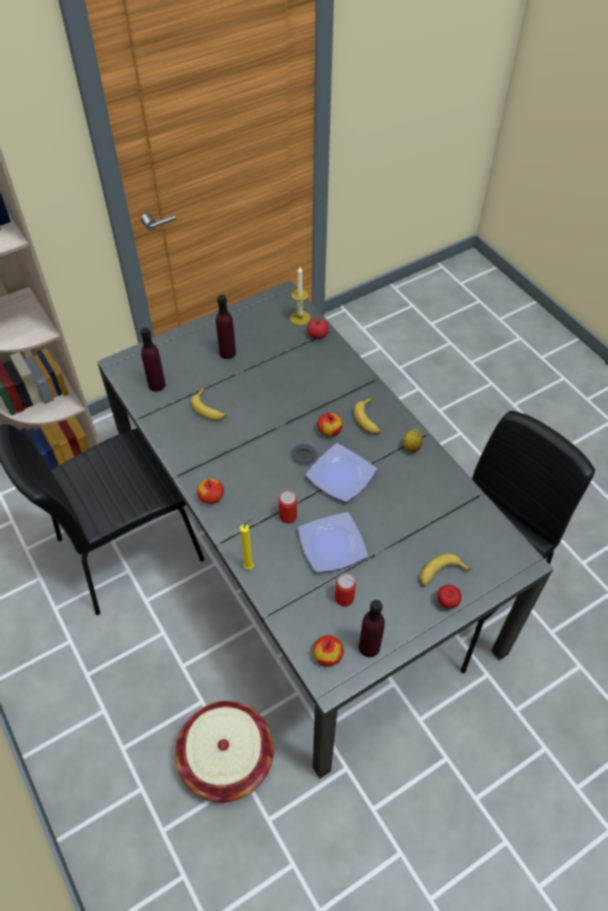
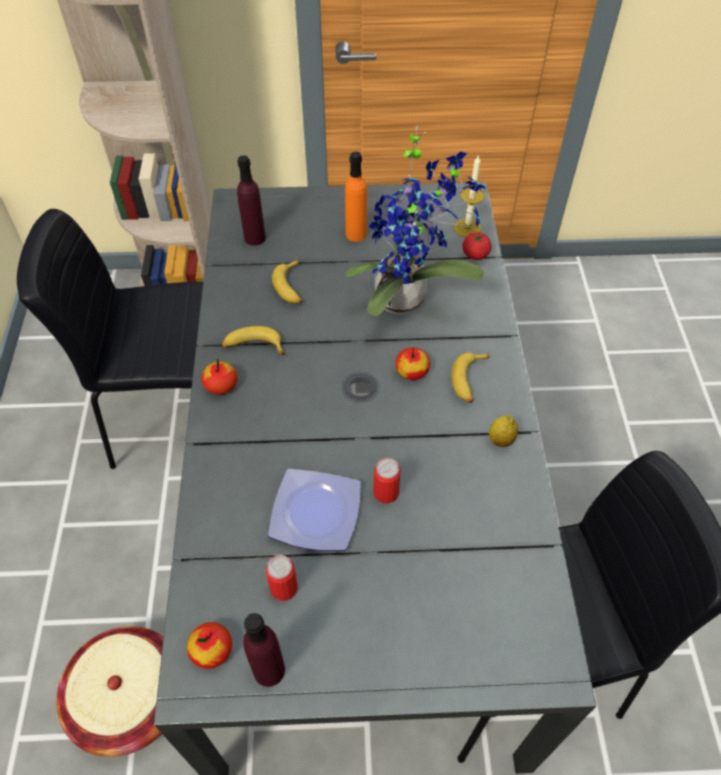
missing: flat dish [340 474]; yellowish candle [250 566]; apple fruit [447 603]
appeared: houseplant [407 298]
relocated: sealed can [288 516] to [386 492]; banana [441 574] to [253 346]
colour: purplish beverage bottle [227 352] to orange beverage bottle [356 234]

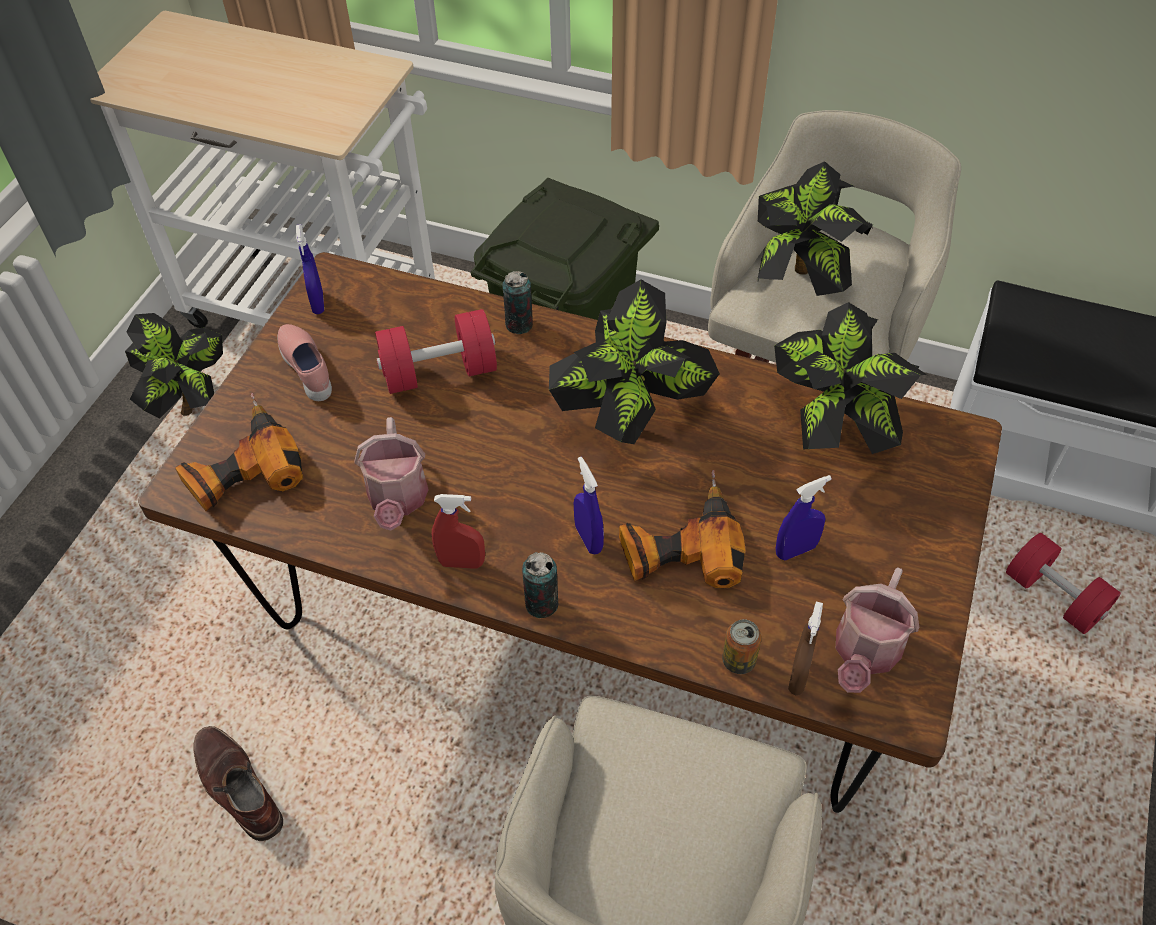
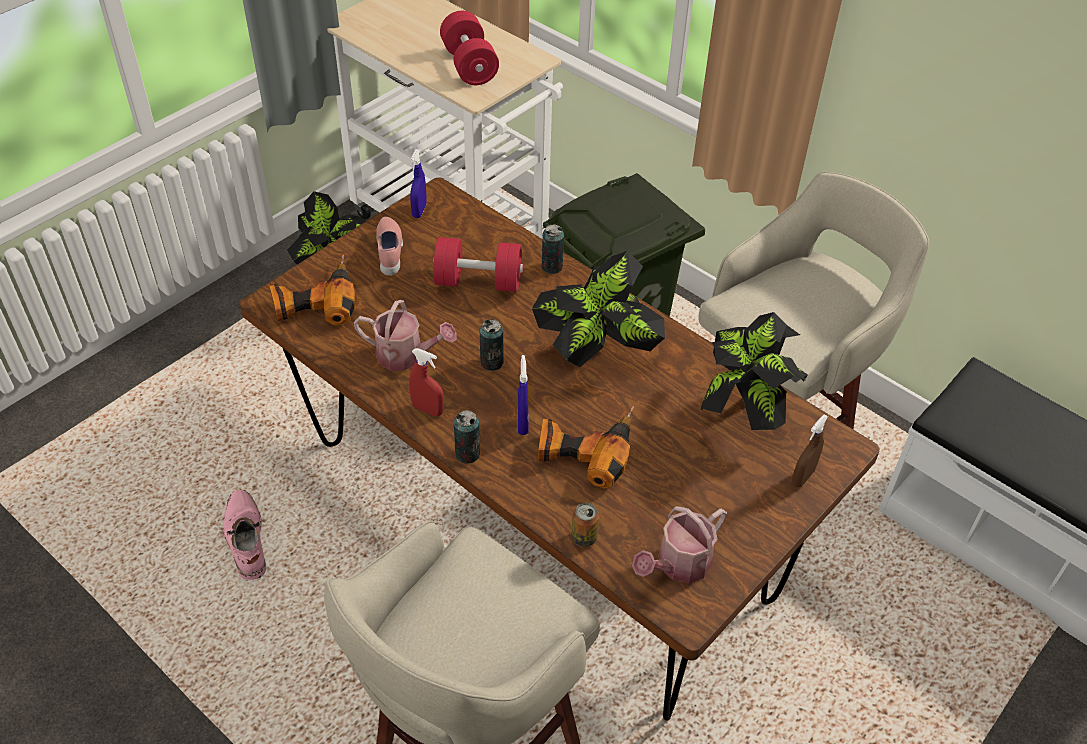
missing: houseplant [798 281]; bluish hand sprayer [796 550]
appeared: sealed can [491 362]
relocated: reddish dumbbell [1053 596] to [469 65]; brown hand sprayer [798 676] to [803 477]
colour: brown tall boot [237 787] to pinkish tall boot [245 539]
spun: watering pot [398 500] = [406 356] 90 degrees counterclockwise

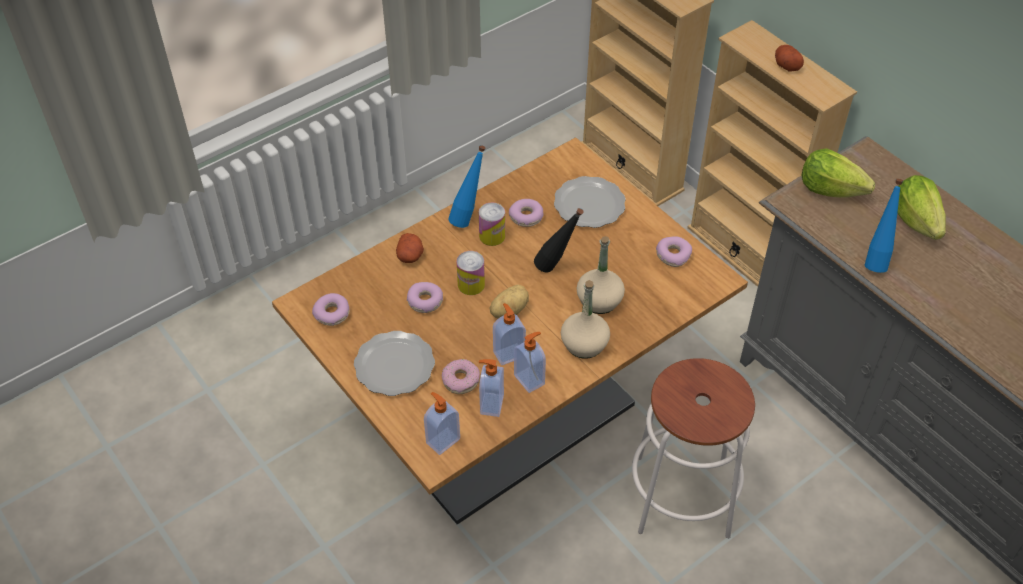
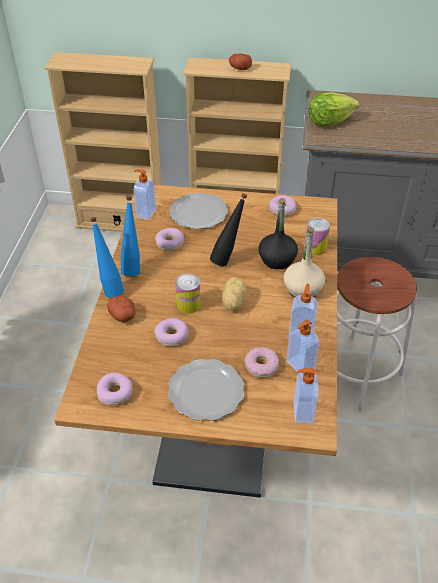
missing: lettuce [916 221]
relocated: bluish beverage bottle [875 260] to [110 288]; sealed can [492 236] to [315 247]; liquid soap bottle [508 353] to [145 213]
colour: sand-coloured beverage bottle [599 301] to black beverage bottle [277 260]

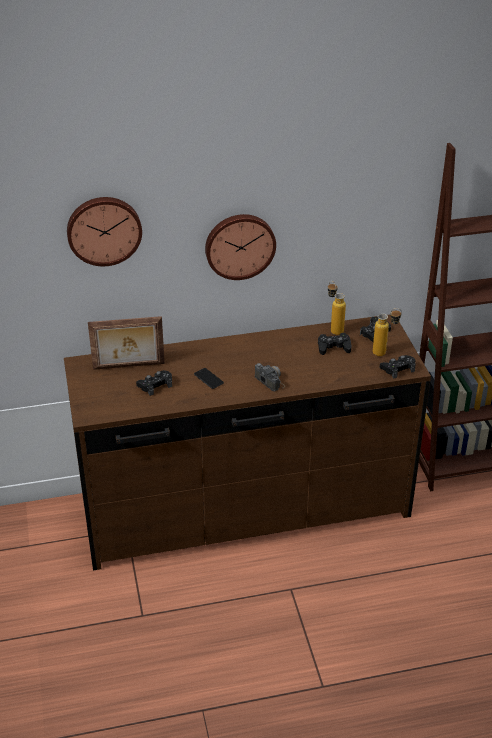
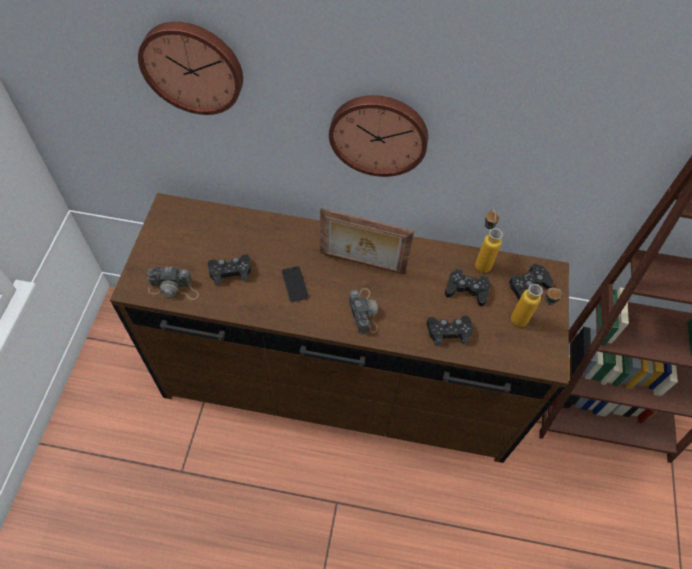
appeared: still camera [174 288]
relocated: standing frame [129 367] to [362 264]; black joypad [398 369] to [448 332]

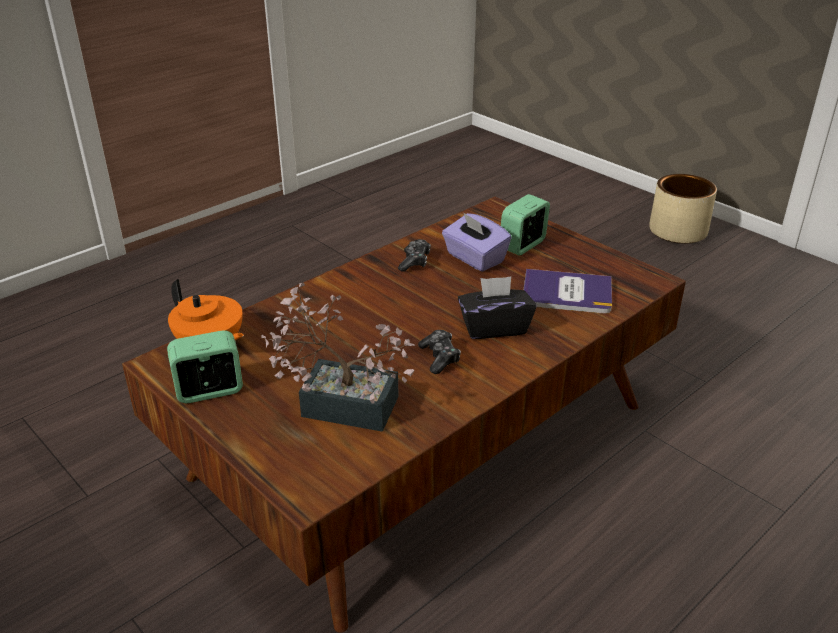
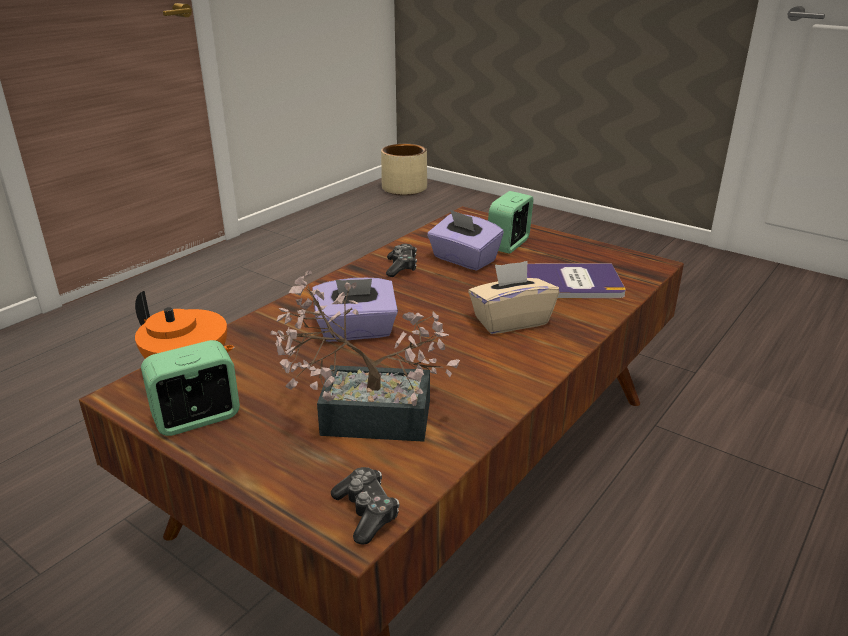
appeared: purplish box of tissues [356 331]
relocated: sand-coloured flower pot [677 231] to [404 189]; joypad [440 357] to [366 512]
colour: black box of tissues [494 327] to sand-coloured box of tissues [510 321]

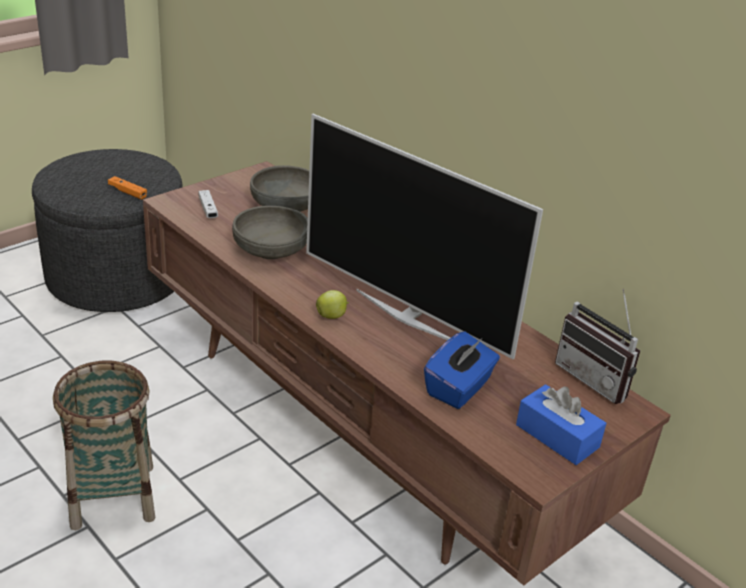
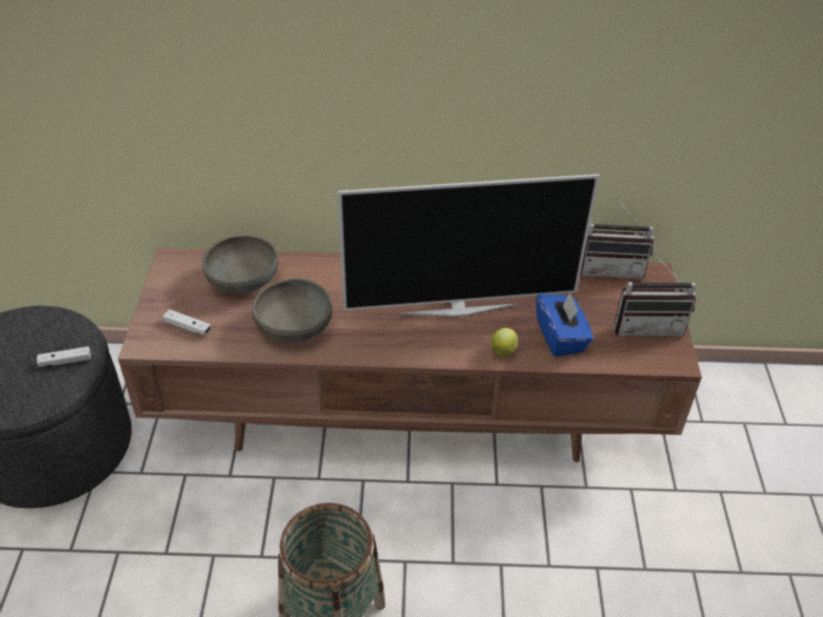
relocated: apple fruit [332 316] to [503 350]
exchanged: bluish box of tissues [557 436] to radio [647 325]
colour: orange joypad [127 192] to white-coloured joypad [65 361]

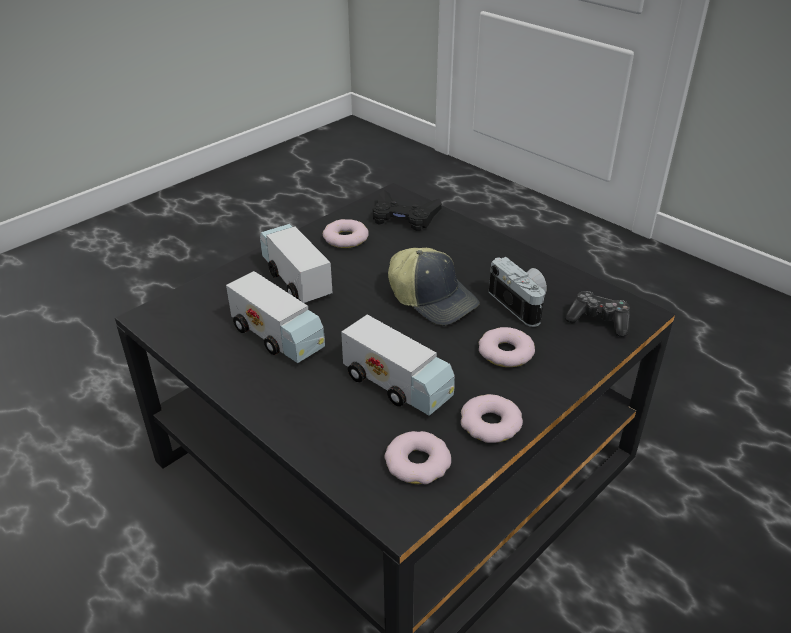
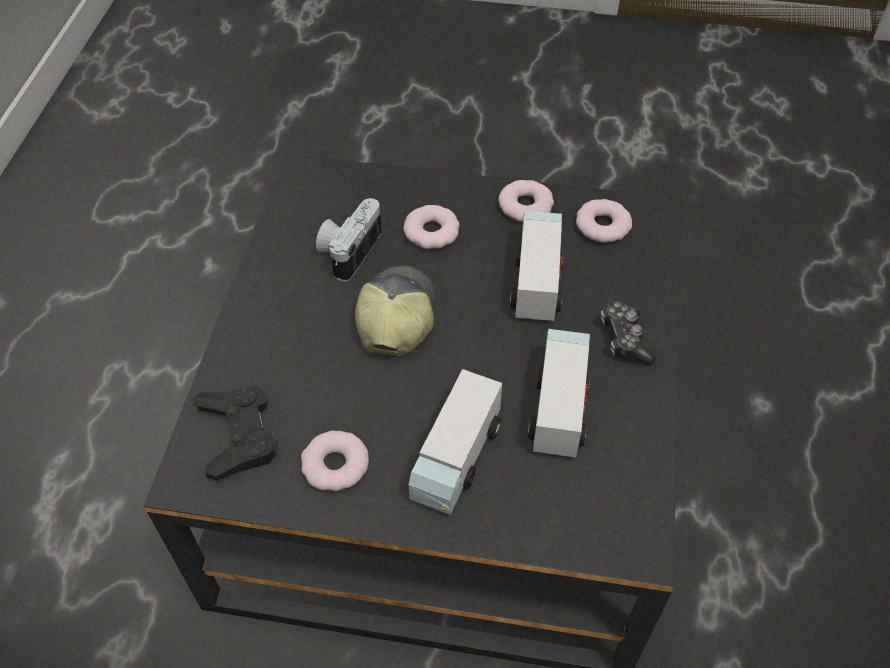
relocated: joypad [598 321] to [625 339]

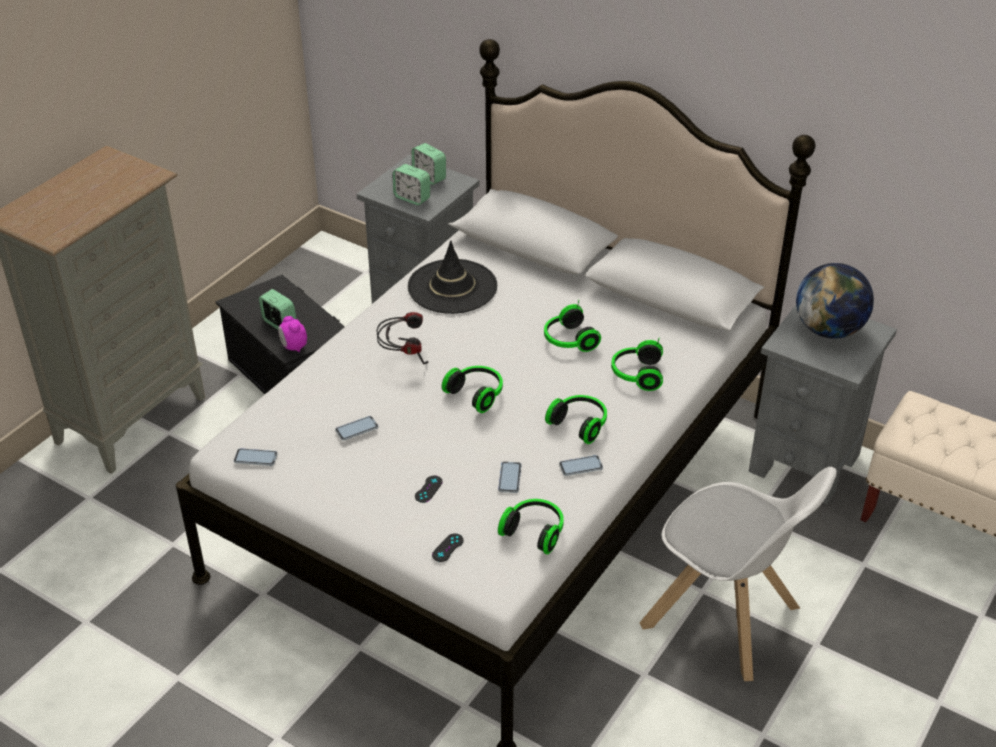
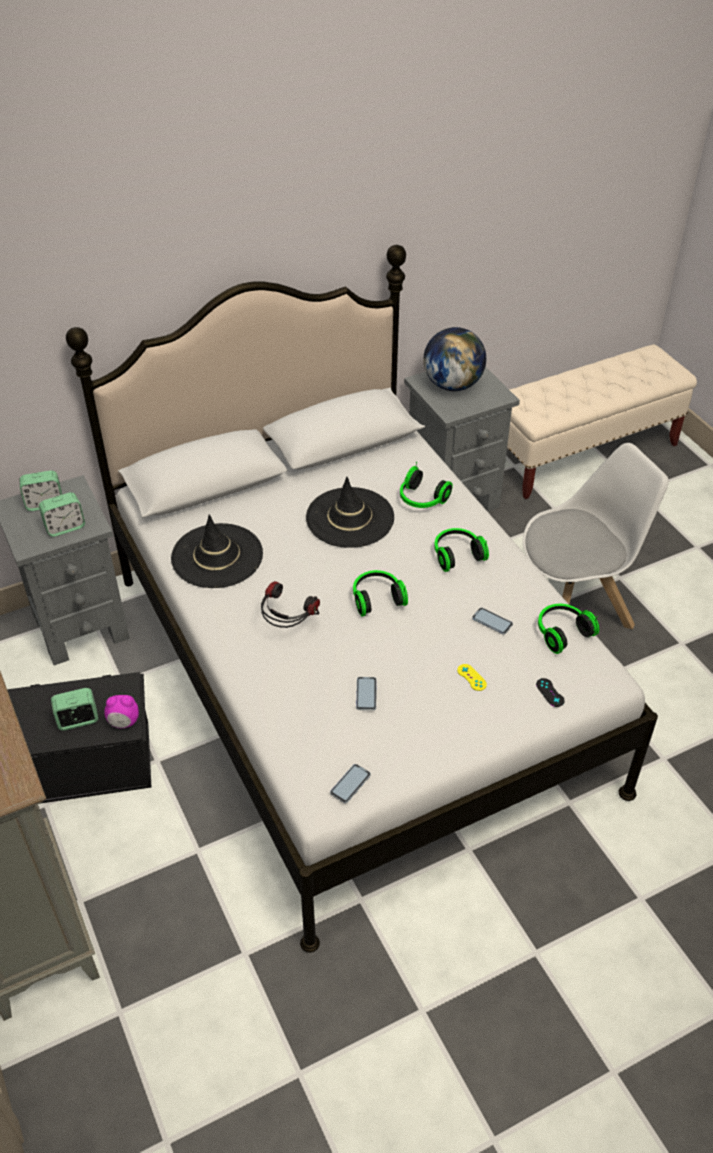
missing: handset [581 466]
exchanged: headset [568 340] to black clothing hat [350 518]
colour: black joypad [428 489] to yellowish joypad [471 677]

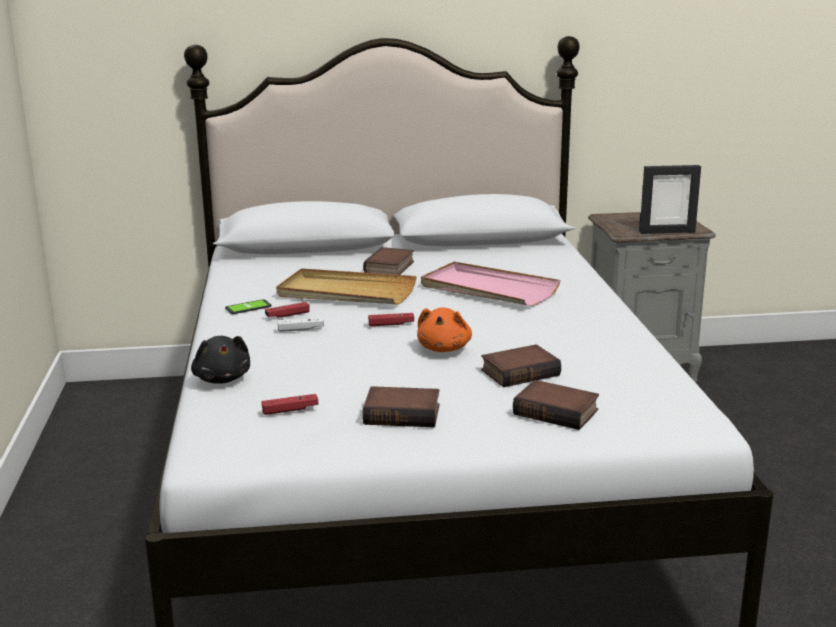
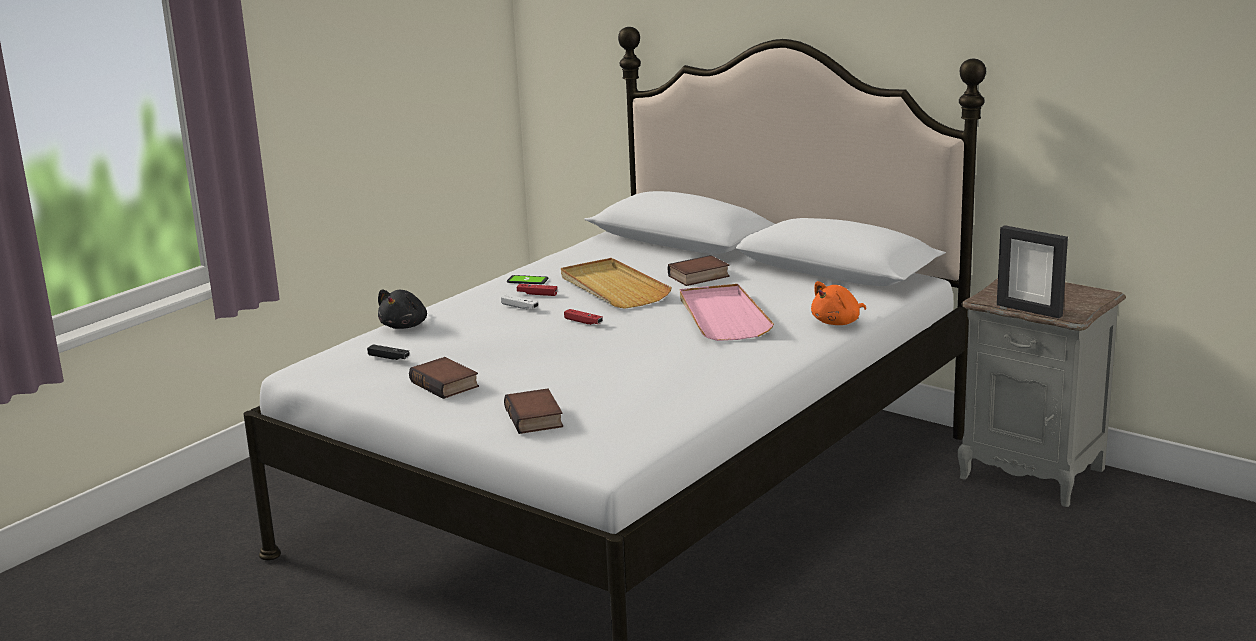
missing: volume [520 372]
relocated: orange plush toy [444 348] to [838 322]
colour: reddish joypad [290 410] to black joypad [389 357]

